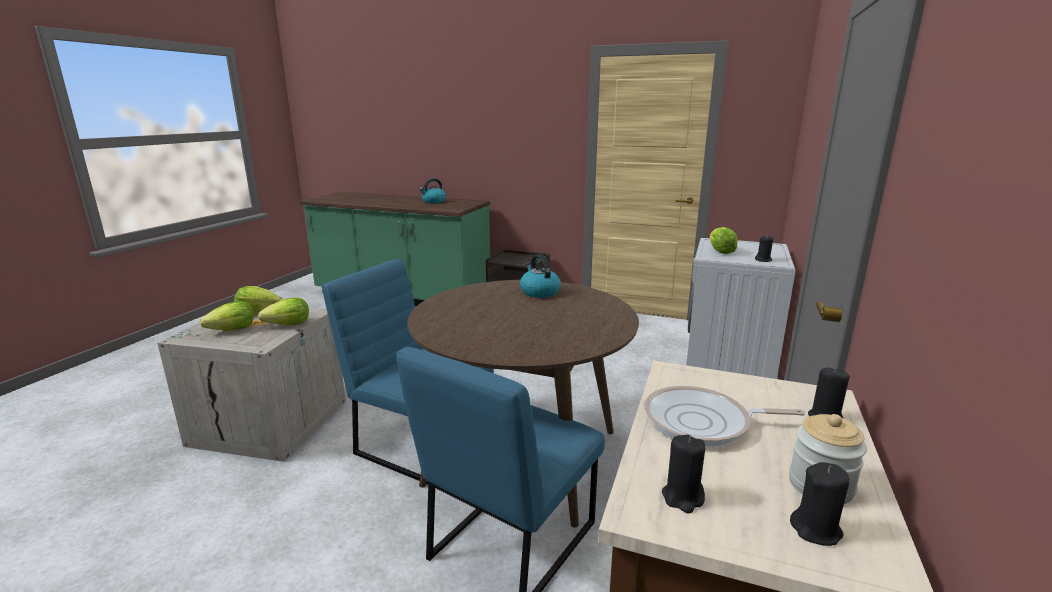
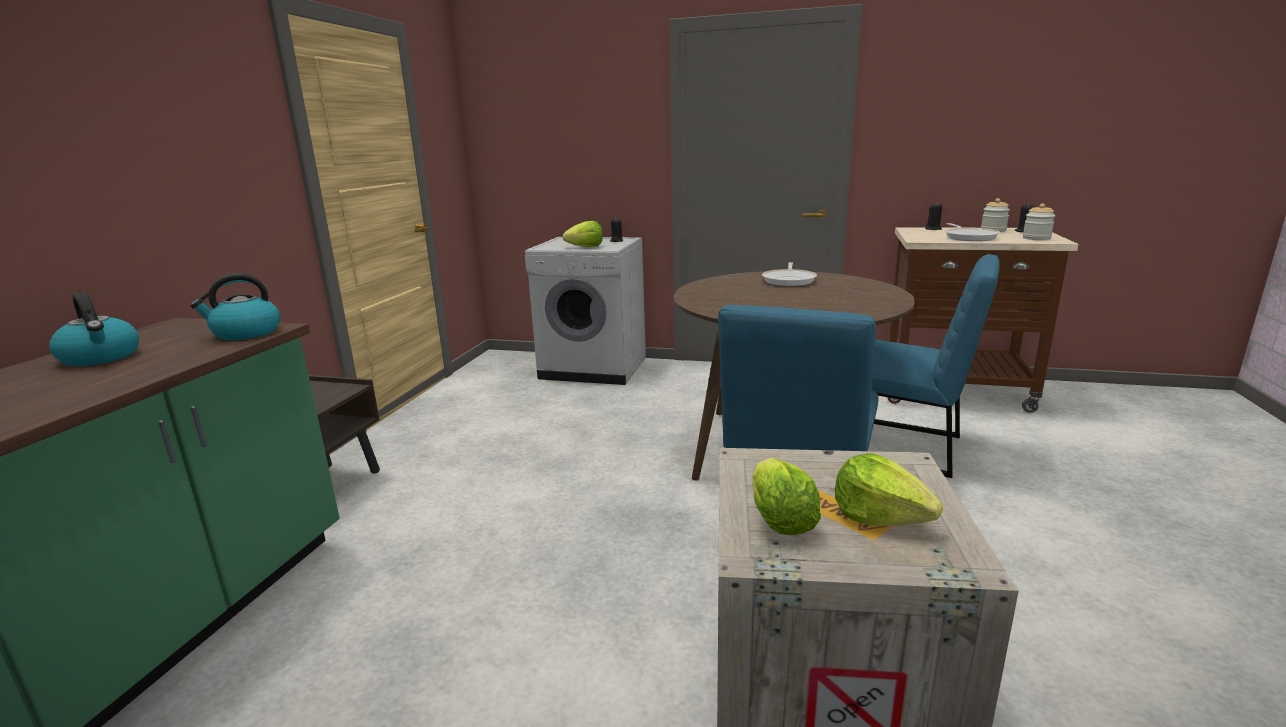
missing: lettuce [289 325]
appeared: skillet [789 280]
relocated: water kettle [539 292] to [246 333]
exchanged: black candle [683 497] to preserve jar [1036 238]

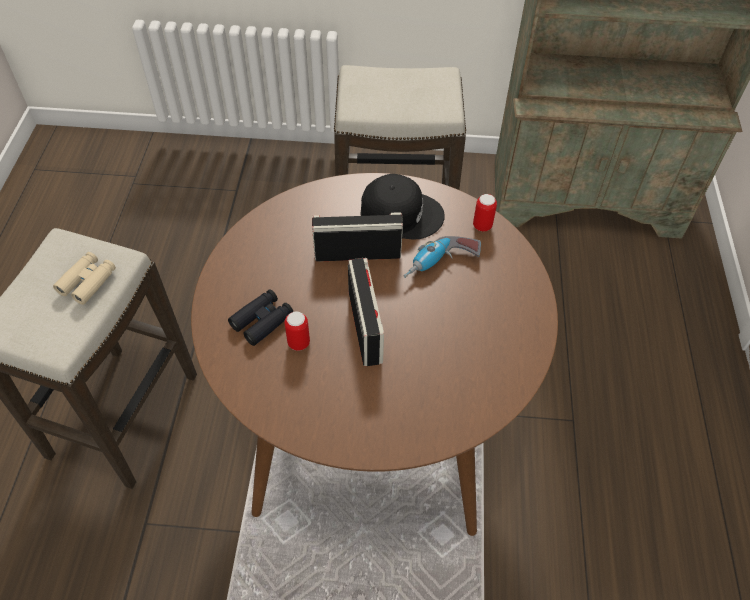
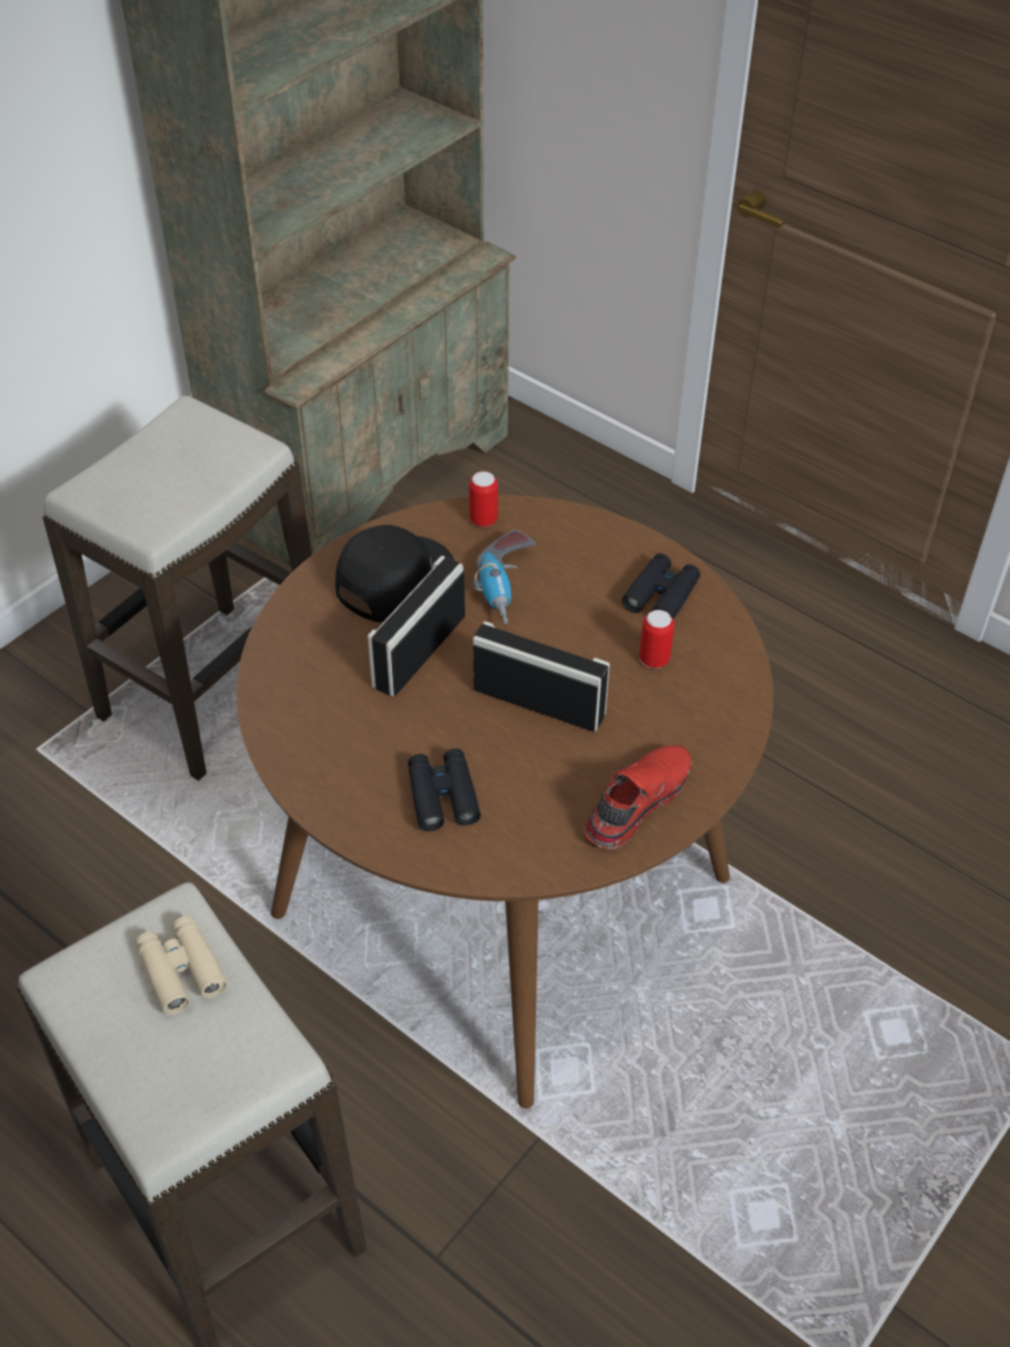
appeared: black pair of binoculars [661 595]; reddish low shoe [635 802]
relocated: sealed can [298 343] to [654 659]

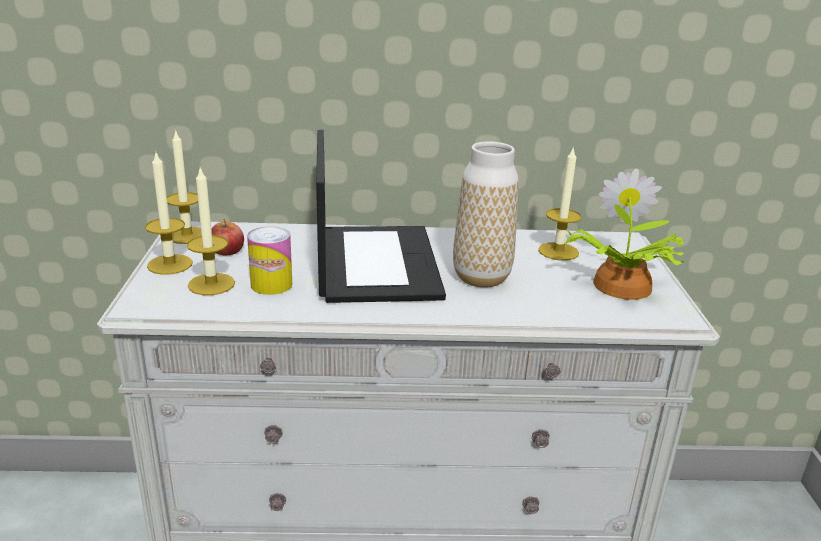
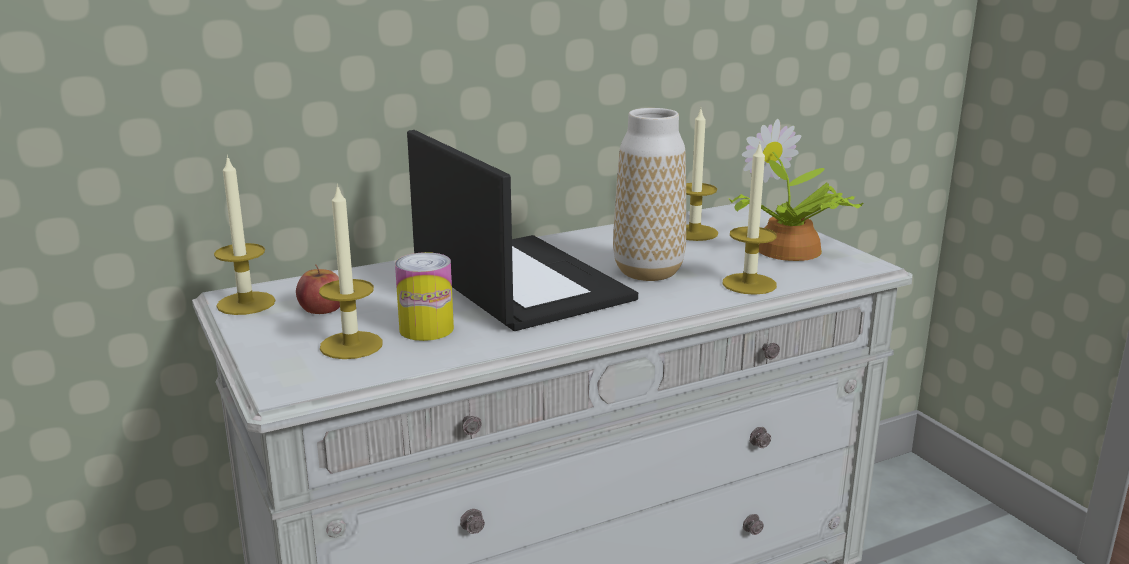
relocated: candle [170 264] to [749 284]

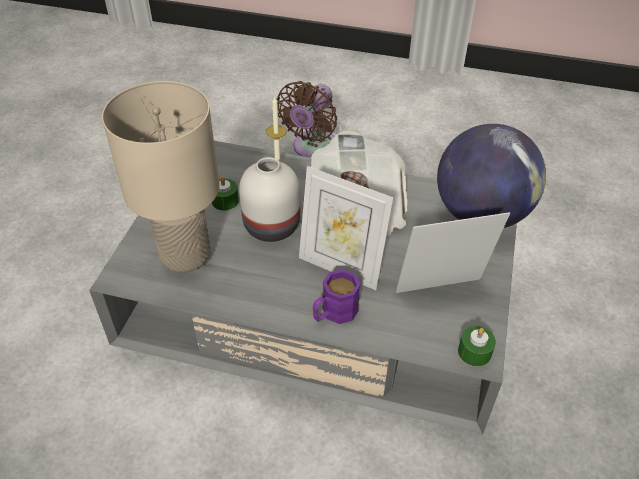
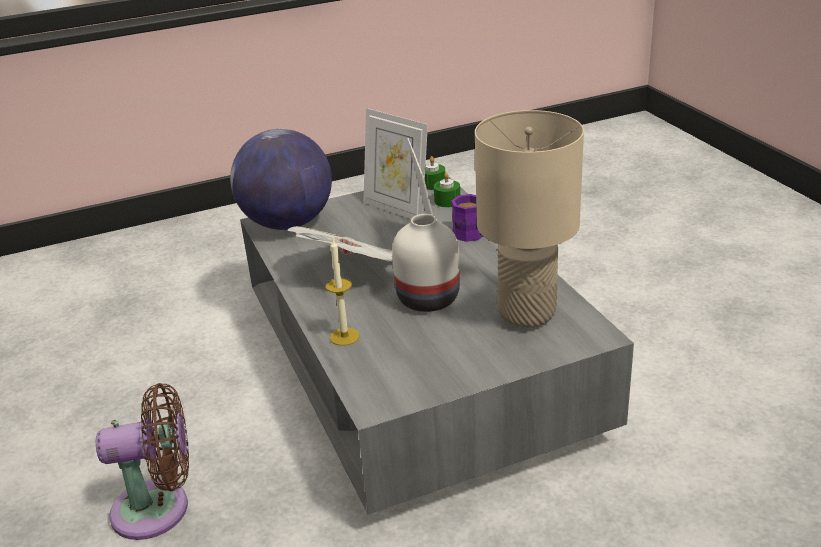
relocated: greenish candle [225 201] to [447 201]

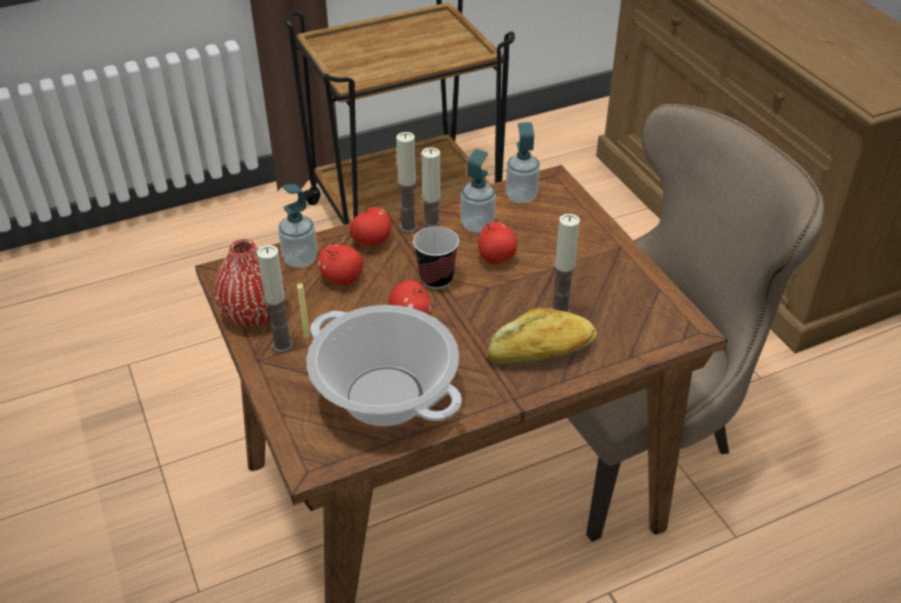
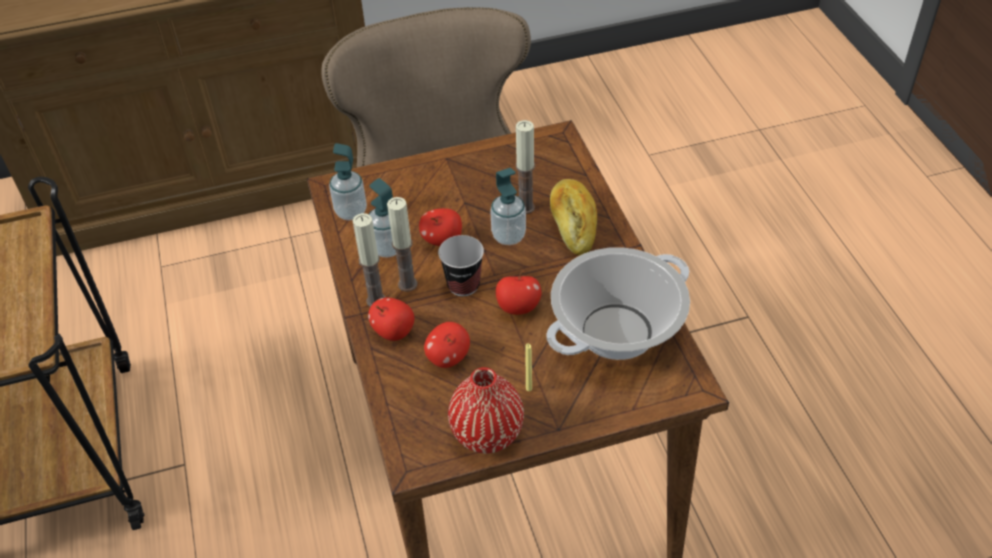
missing: candle [282 345]
relocated: liquid soap bottle [300 259] to [508 236]

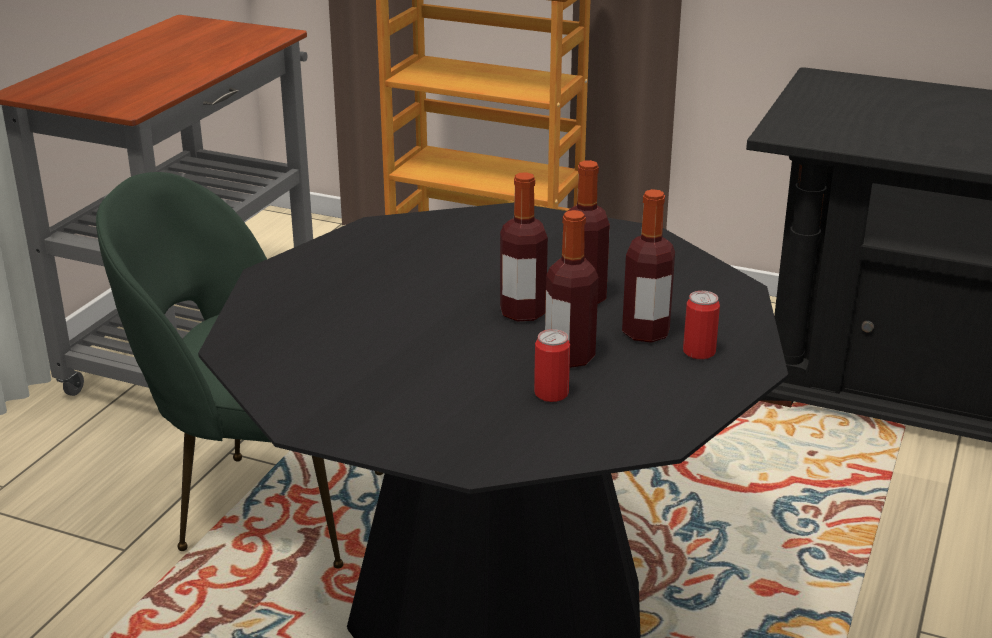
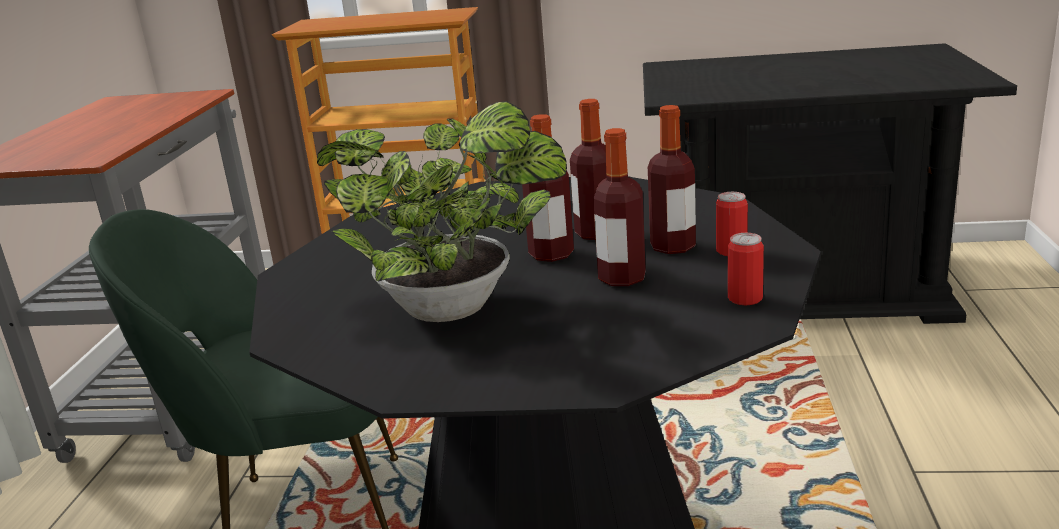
appeared: houseplant [457 310]
relocated: sealed can [551 393] to [745 298]

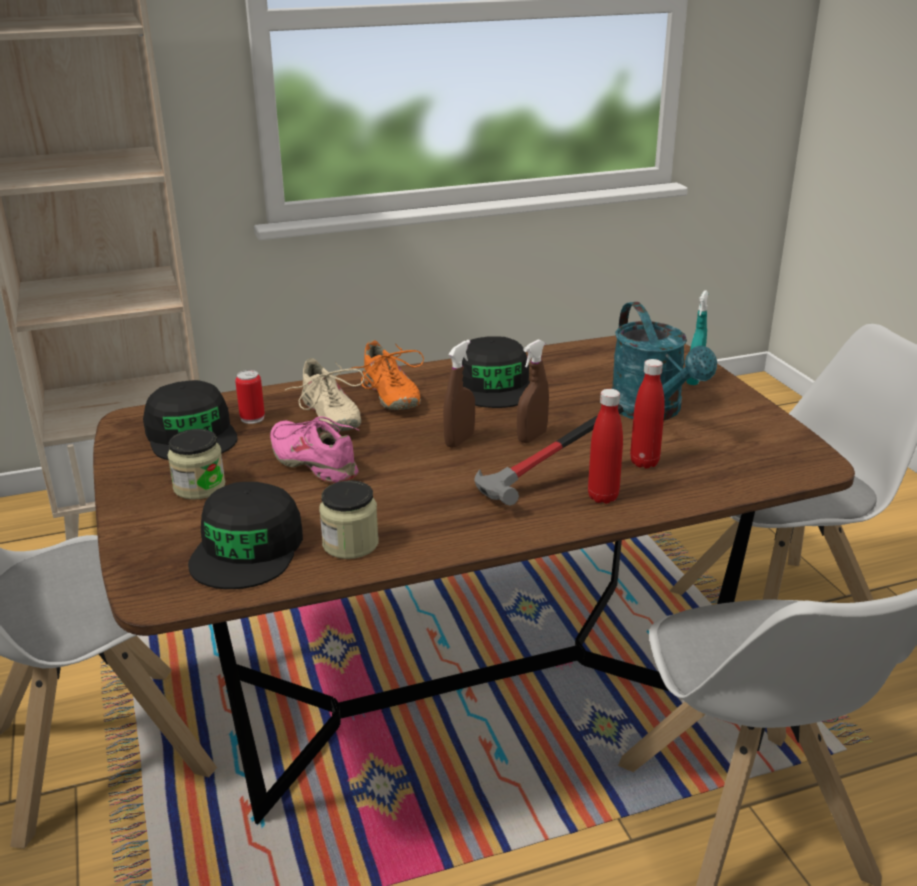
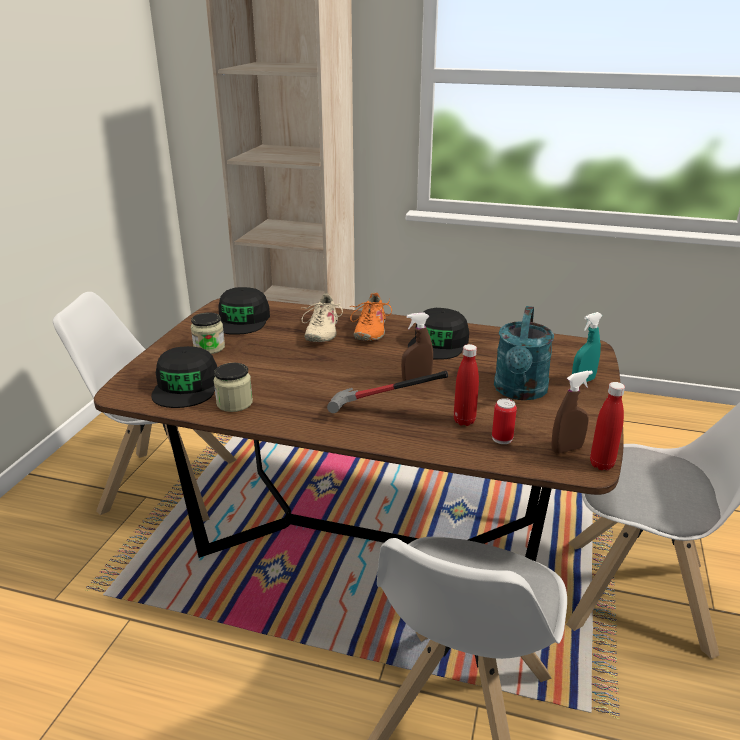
missing: pinkish low shoe [314 462]
relocated: brown hand sprayer [459 440] to [566 449]; sealed can [252 418] to [502 438]; reddish beverage bottle [603 497] to [601 464]
spun: black baseball cap [248 549] = [186 387] 45 degrees counterclockwise

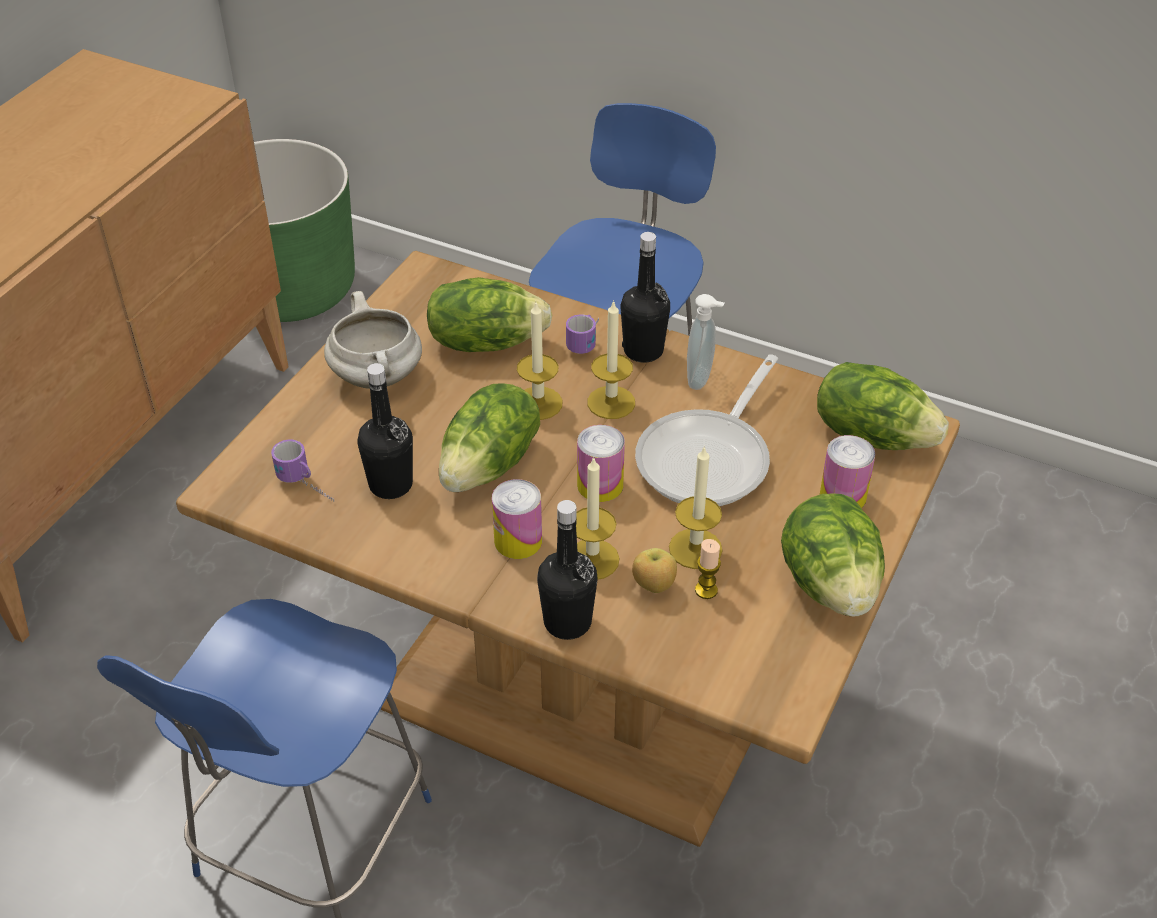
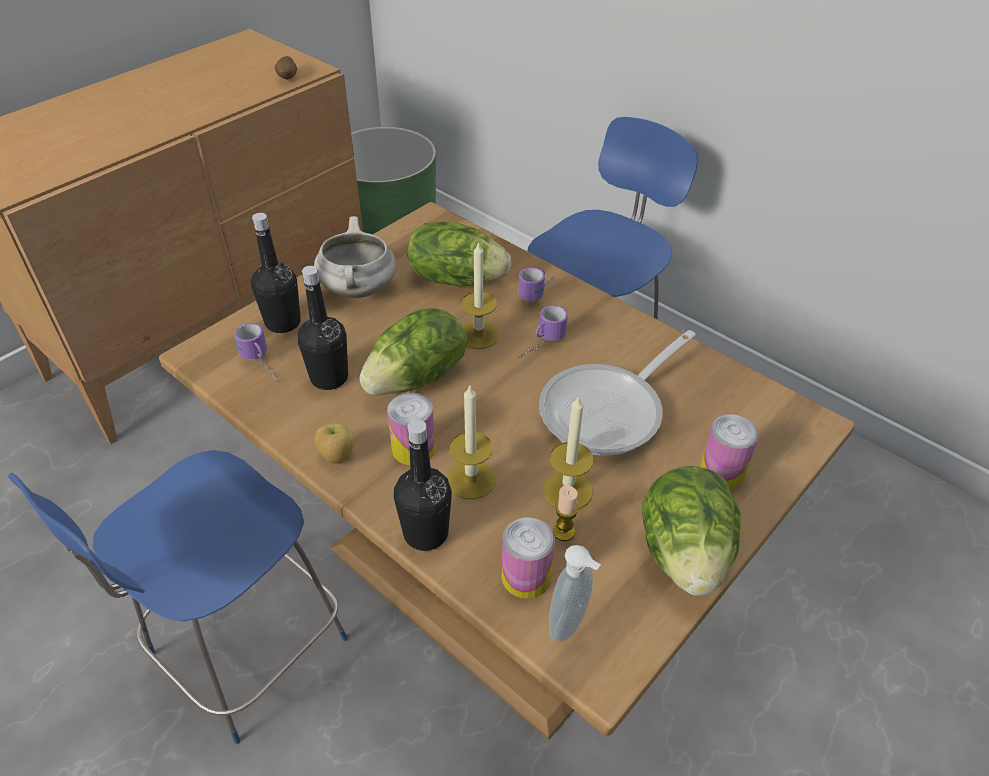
missing: lettuce [873 434]
appeared: spud [288 78]
relocated: black beverage bottle [643 350] to [283 322]; liquid soap bottle [701 379] to [570 625]; sealed can [600 485] to [526 576]; apple fruit [653 586] to [336 457]
exchanged: candle [611 402] to tea mug [540 346]

